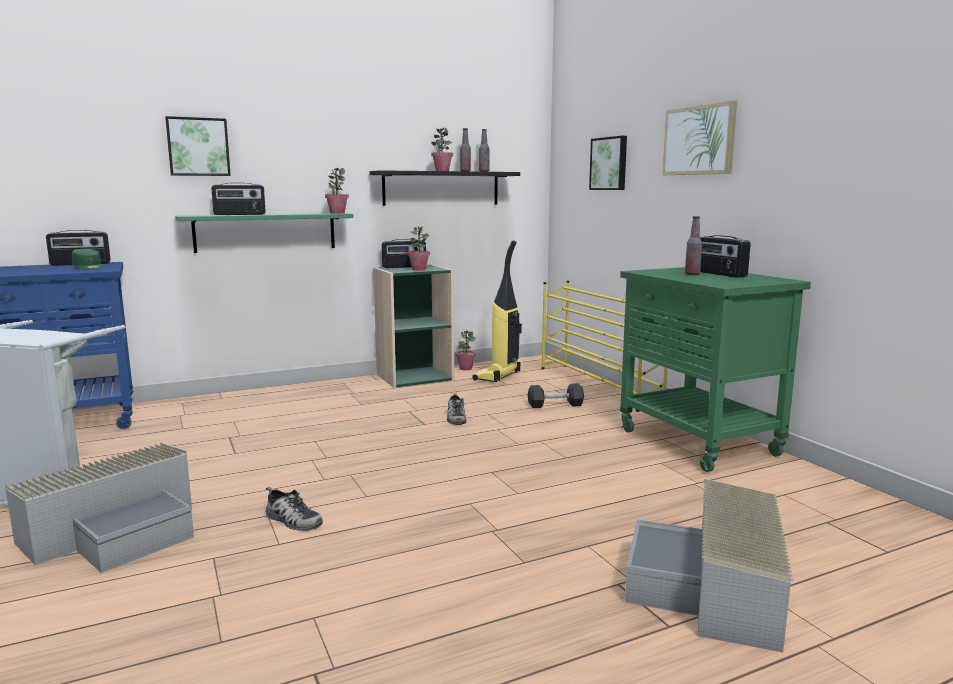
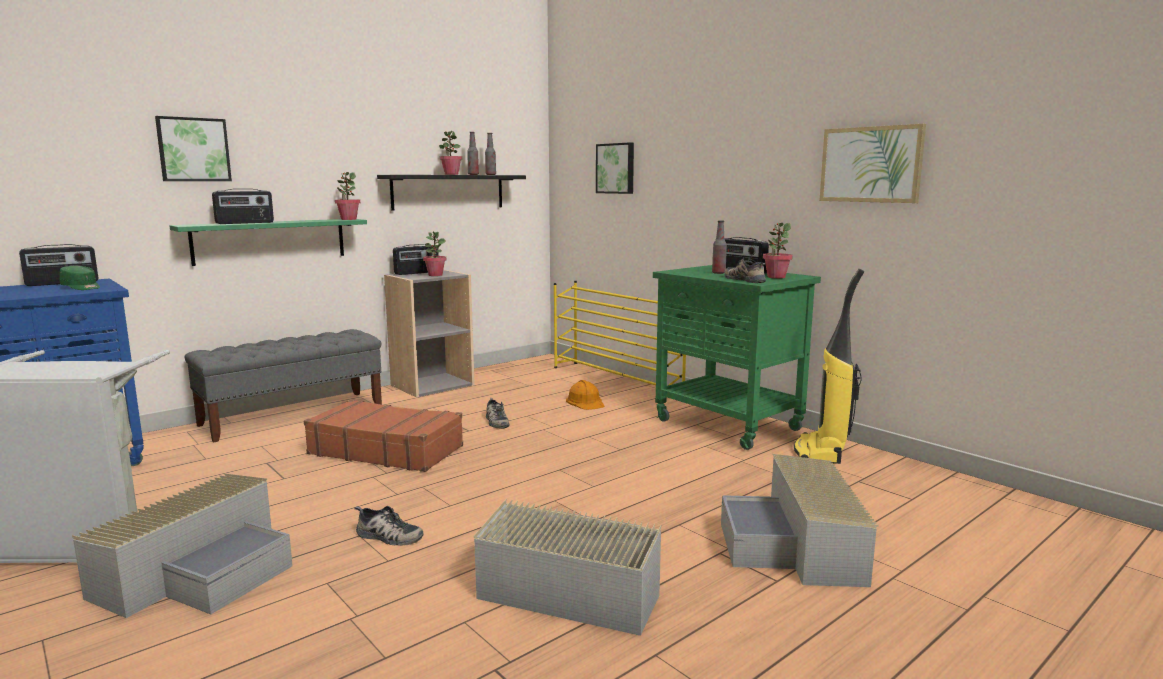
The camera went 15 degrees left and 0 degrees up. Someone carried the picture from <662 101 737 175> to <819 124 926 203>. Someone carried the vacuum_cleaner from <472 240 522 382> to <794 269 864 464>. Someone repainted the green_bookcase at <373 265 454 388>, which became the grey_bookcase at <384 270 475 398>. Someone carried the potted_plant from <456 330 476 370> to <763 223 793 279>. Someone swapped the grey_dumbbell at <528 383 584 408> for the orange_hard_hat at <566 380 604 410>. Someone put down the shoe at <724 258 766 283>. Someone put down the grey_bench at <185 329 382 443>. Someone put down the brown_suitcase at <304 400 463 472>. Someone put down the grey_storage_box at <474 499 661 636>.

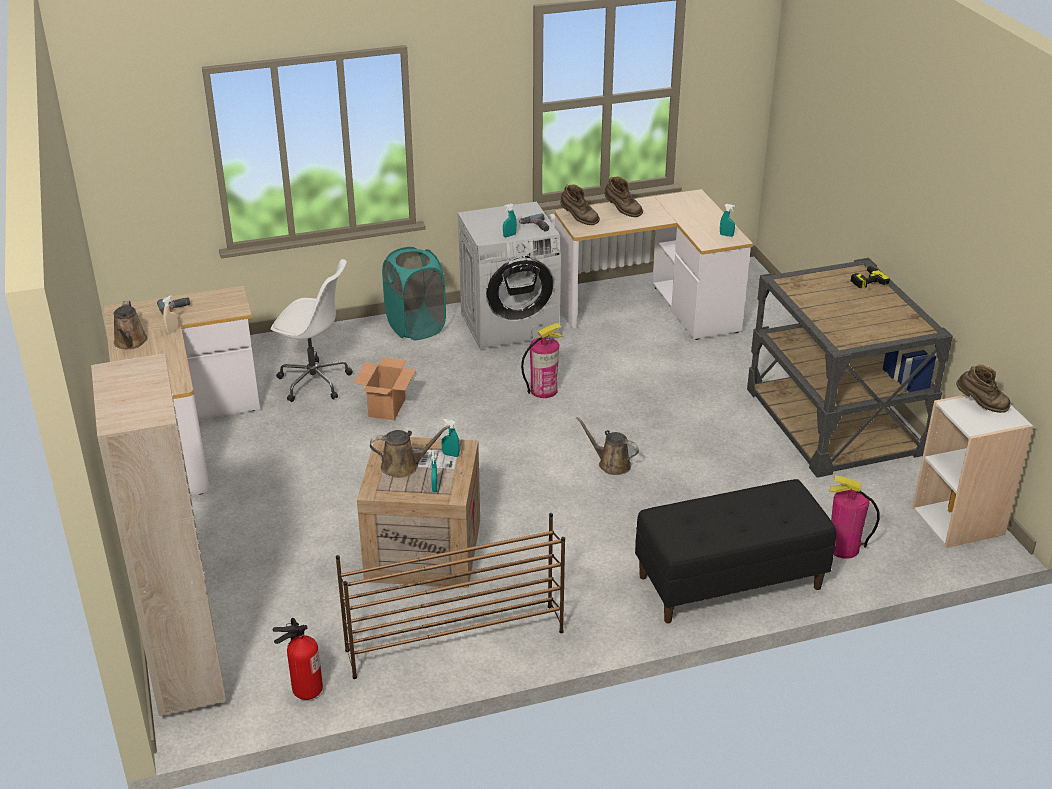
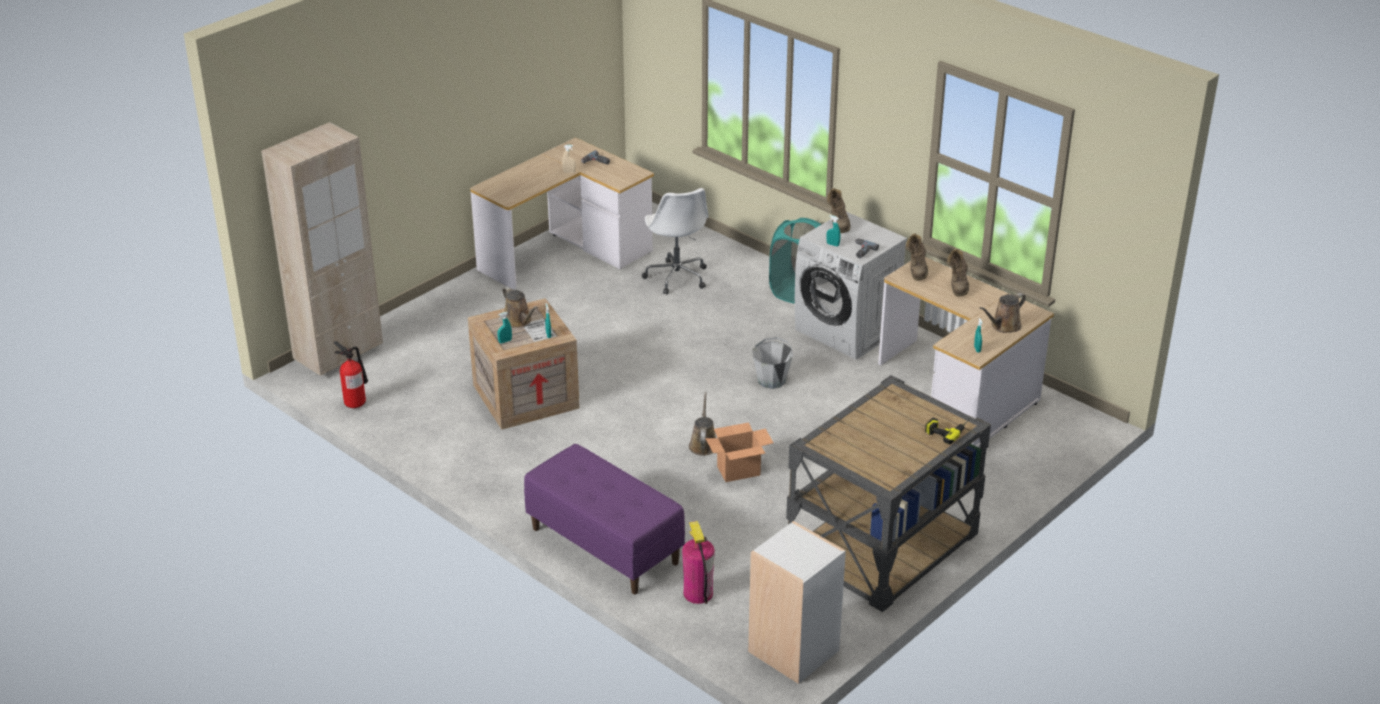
The camera went 60 degrees right and 0 degrees up. Someone carried the brown_watering_can from <114 301 148 349> to <980 293 1026 333>. Someone swapped the fire_extinguisher at <521 323 563 398> for the grey_bucket at <752 337 793 389>. Someone carried the cardboard_box from <353 357 416 420> to <705 422 774 482>. Someone carried the brown_boot from <956 365 1011 413> to <827 188 850 233>. Someone repainted the black_bench at <635 479 836 623>, which became the purple_bench at <524 444 685 594>. Someone took away the brown_shoe_rack at <336 513 565 679>.

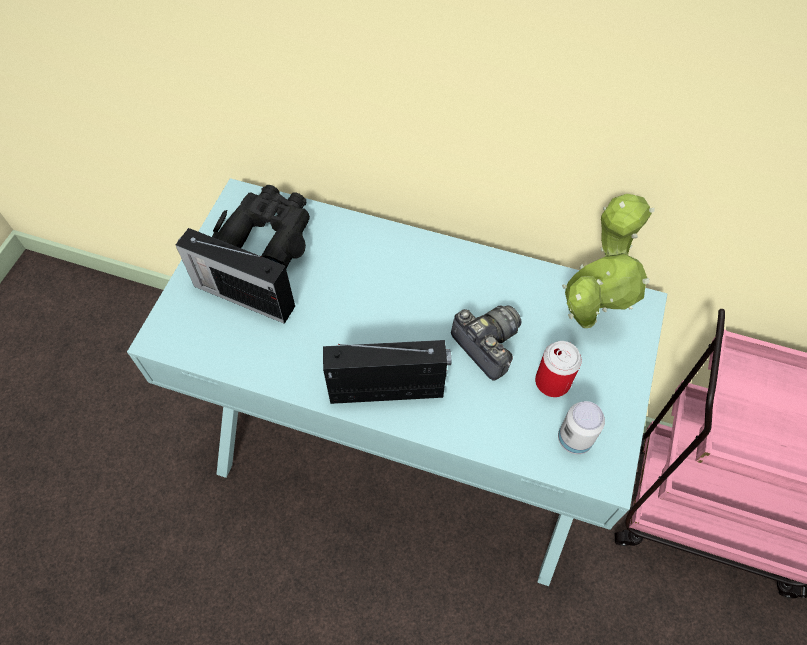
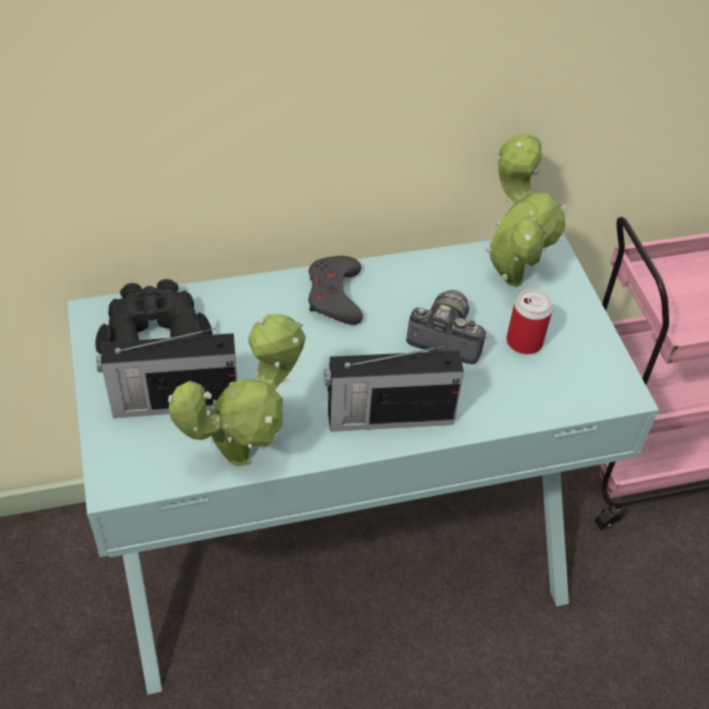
The camera went 35 degrees left and 10 degrees down. Someone rotated the radio at <323 340 451 404> by 150 degrees counterclockwise. Someone took away the can at <558 401 605 454>. Someone put down the grey_game_controller at <308 256 363 325>. Someone put down the potted_plant at <168 314 306 467>.

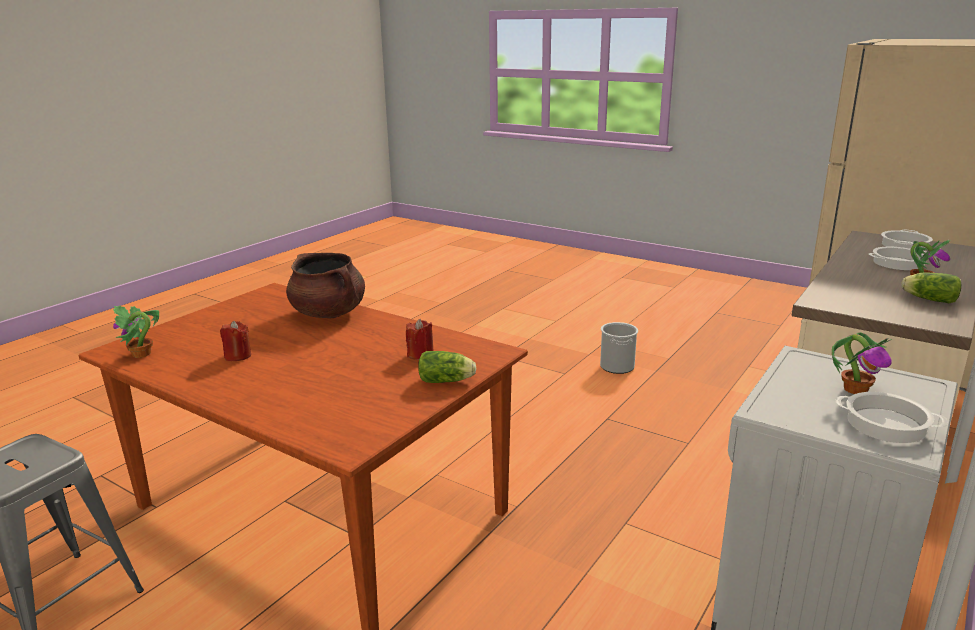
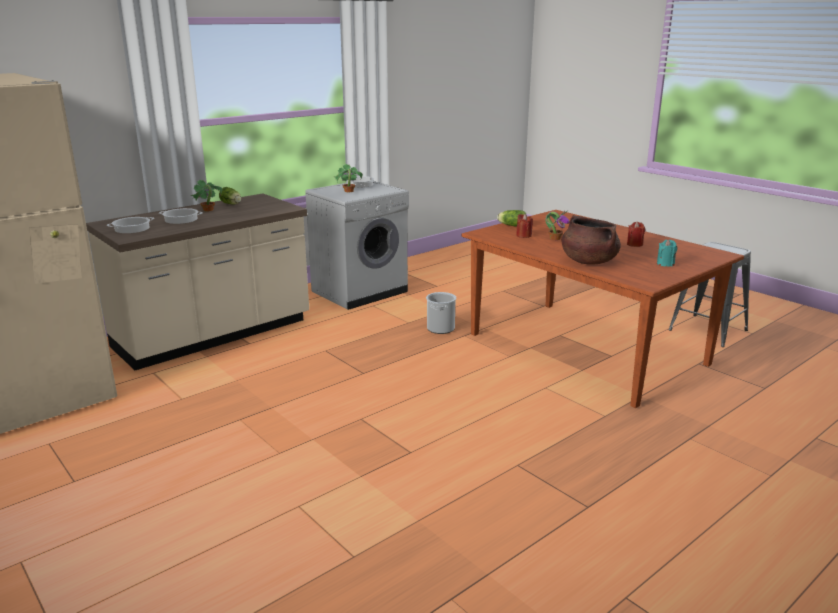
The camera went 165 degrees left and 0 degrees up. Someone carried the potted_plant from <112 305 159 358> to <545 210 570 240>. Someone carried the bucket from <600 322 638 374> to <426 292 456 334>. Someone put down the turquoise_candle at <657 239 677 267>.

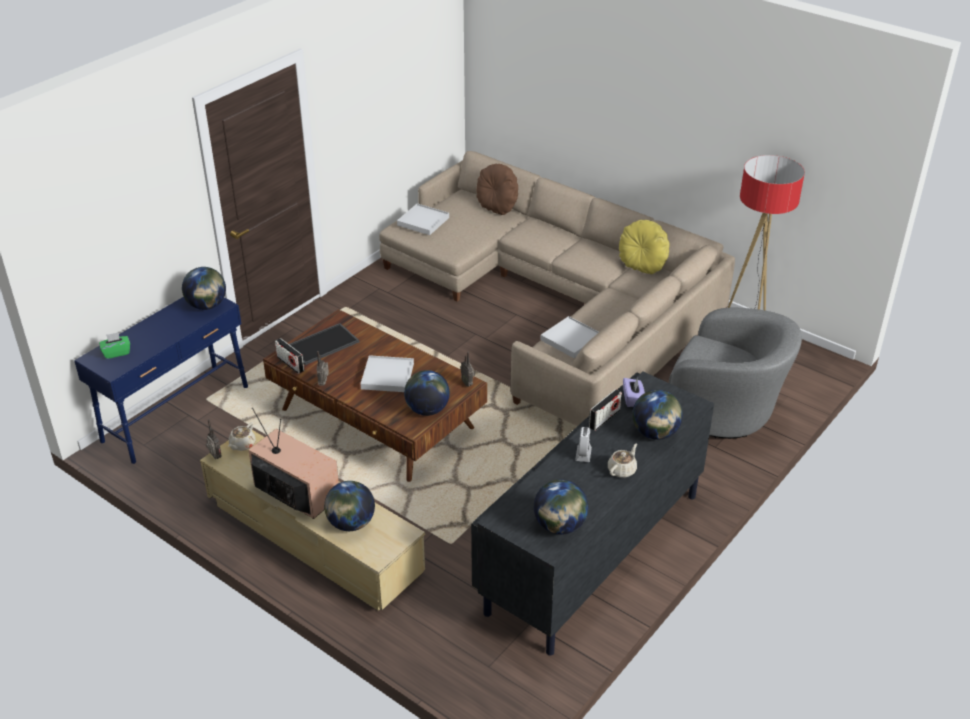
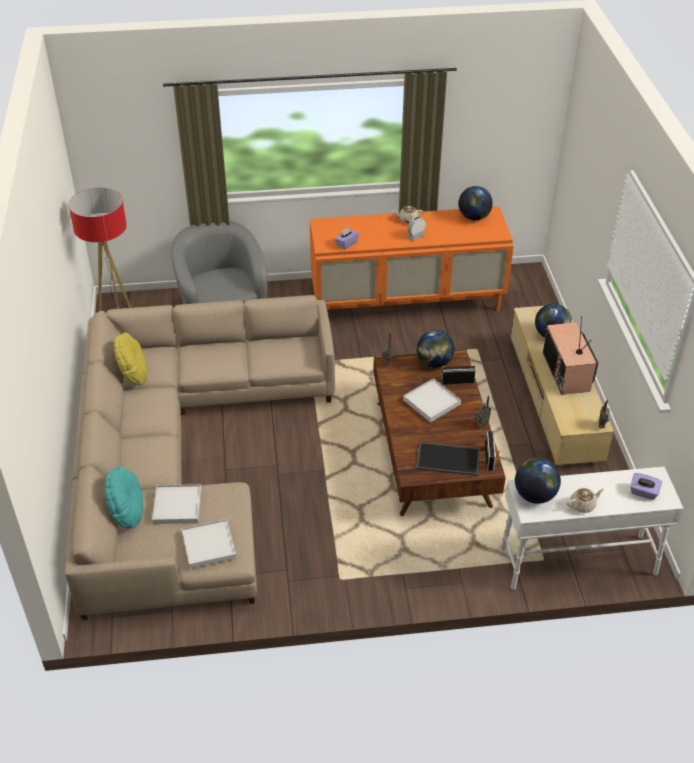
The camera went 135 degrees left and 5 degrees up. Someone repainted the brown_pillow at <476 164 518 215>, which became the turquoise_pillow at <105 466 143 528>. Someone repainted the blue_console_table at <74 297 248 464>, which became the white_console_table at <500 467 684 590>. Someone carried the white_tray from <540 316 599 358> to <152 484 202 524>. Someone repainted the green_tissue_box at <99 332 130 359>, which became the purple_tissue_box at <630 473 662 500>. Someone repainted the black_cabinet at <471 372 714 656>, which became the orange_cabinet at <310 207 514 311>. Someone carried the radio from <589 389 622 431> to <441 365 476 384>. Someone took away the globe at <632 390 683 440>. Someone carried the beige_teapot from <228 423 256 451> to <567 488 604 513>.

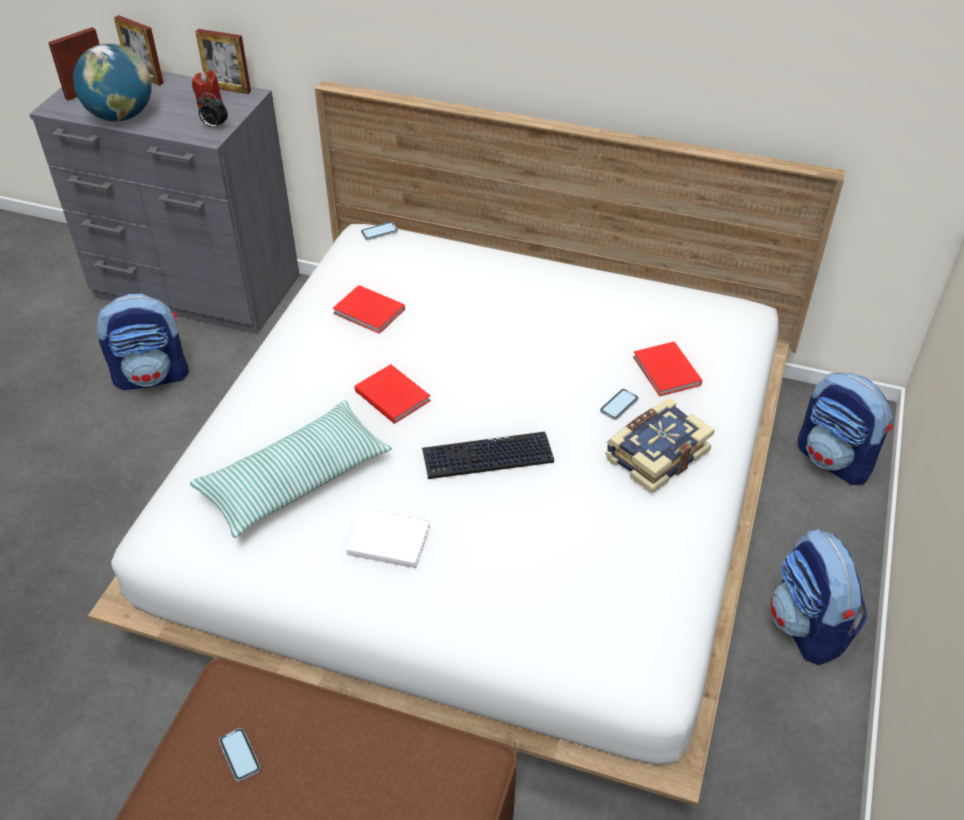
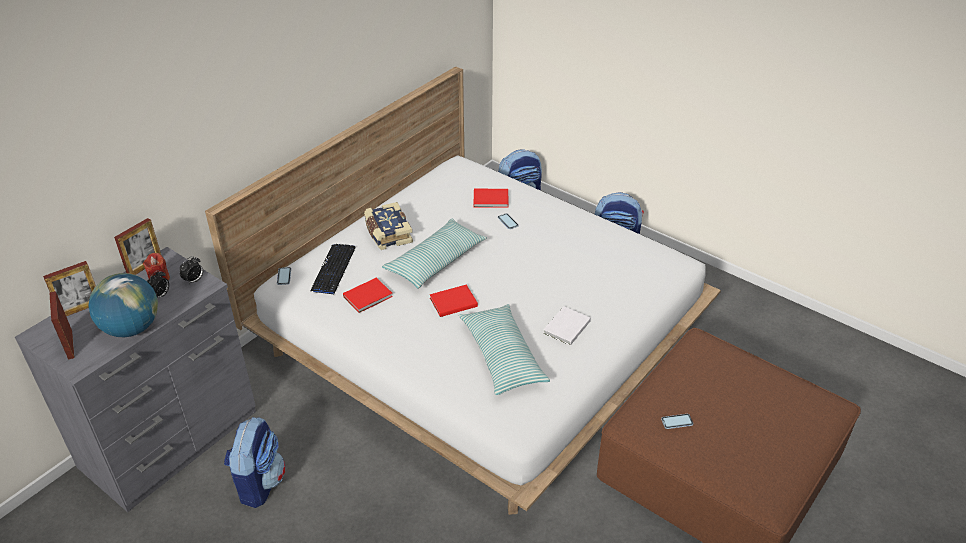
The camera went 70 degrees left and 5 degrees down. Someone carried the book from <605 398 715 494> to <364 202 413 250>. Someone carried the keyboard from <422 432 554 479> to <310 244 356 294>. Someone put down the pillow at <382 219 487 289>. Someone put down the alarm_clock at <147 270 169 299>.

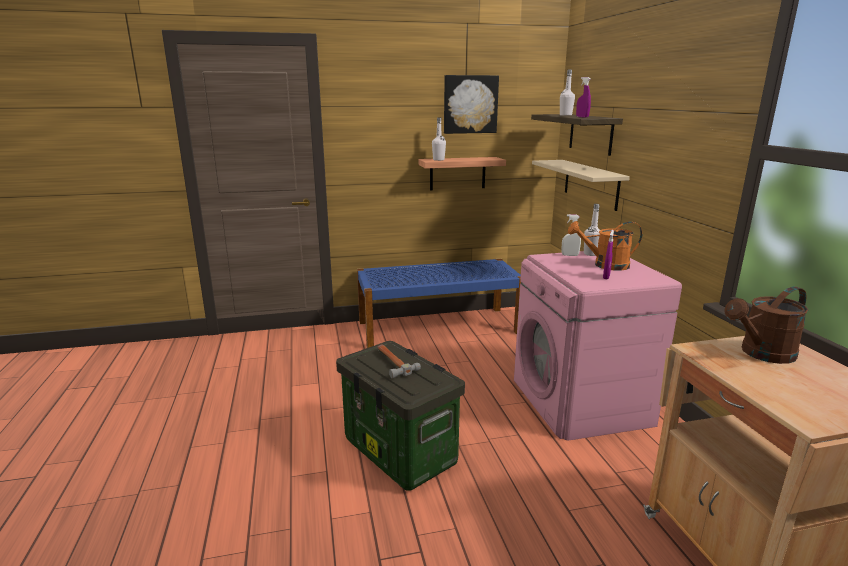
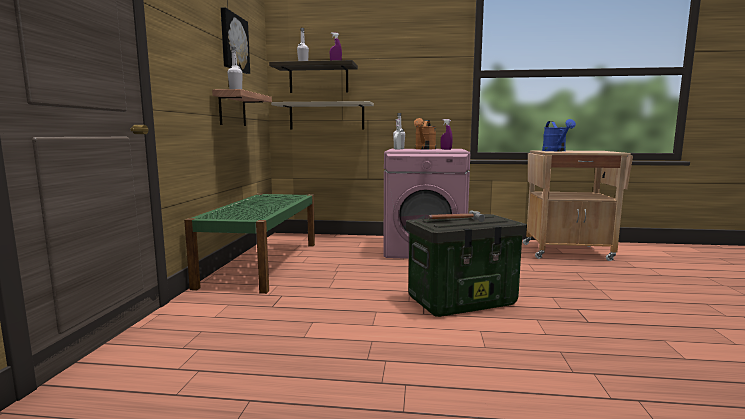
The camera went 70 degrees left and 10 degrees down. Someone repainted the blue_bench at <357 258 521 348>, which became the green_bench at <184 194 315 294>. Someone repainted the brown_watering_can at <725 286 808 364>, which became the blue_watering_can at <542 119 576 151>.

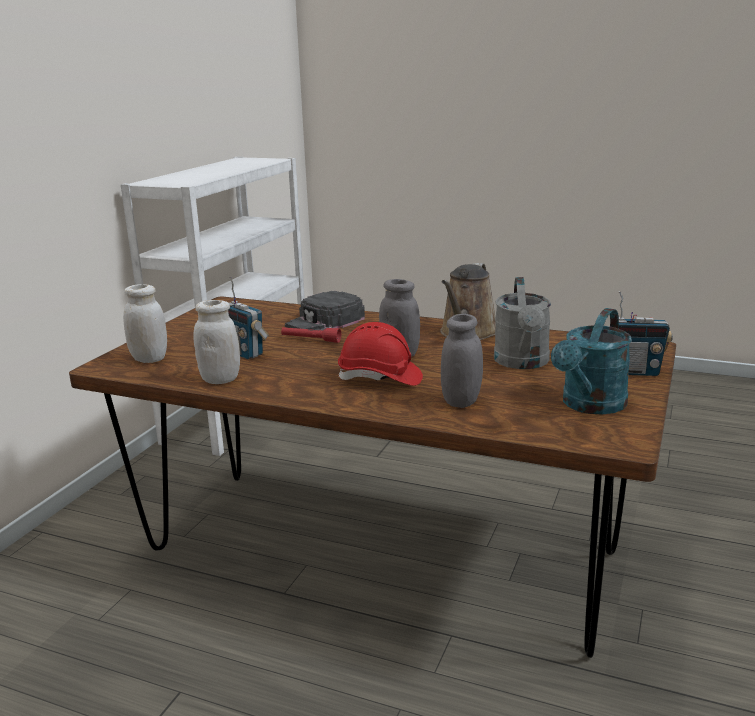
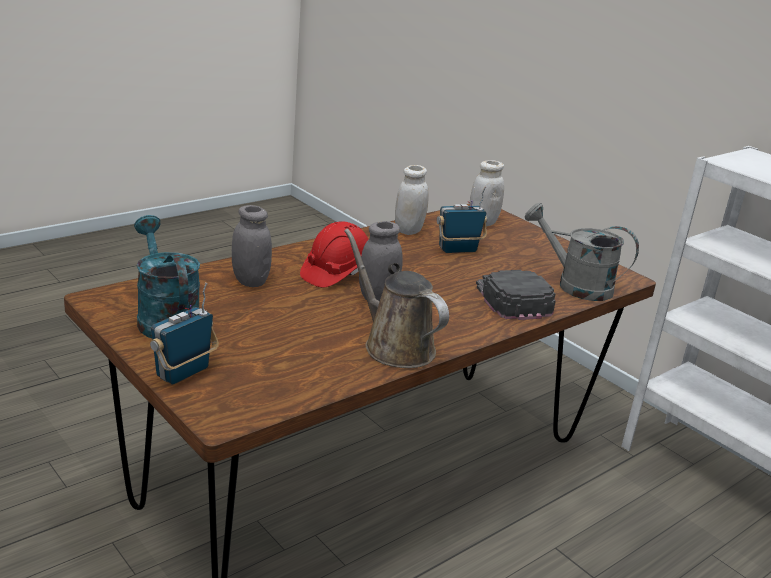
The camera went 115 degrees right and 5 degrees up. Someone carried the grey_watering_can from <494 277 551 369> to <525 203 639 301>. Someone took away the red_flashlight at <281 327 341 343>.

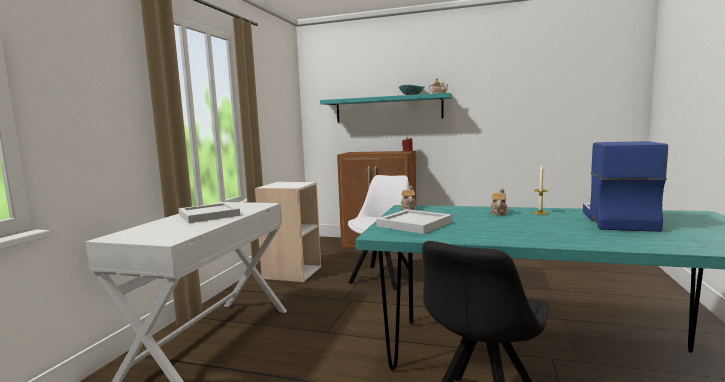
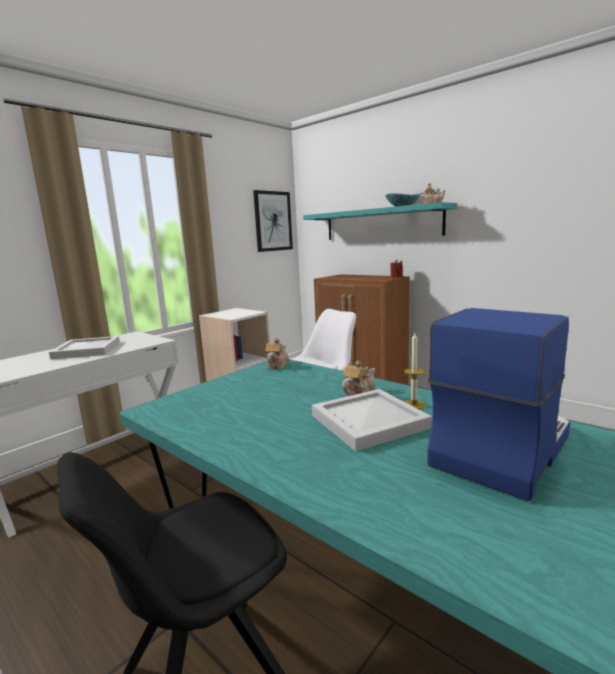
The camera went 25 degrees right and 5 degrees up. Someone carried the white_tray from <376 209 452 234> to <312 389 432 452>. Someone put up the picture at <253 190 293 252>.

